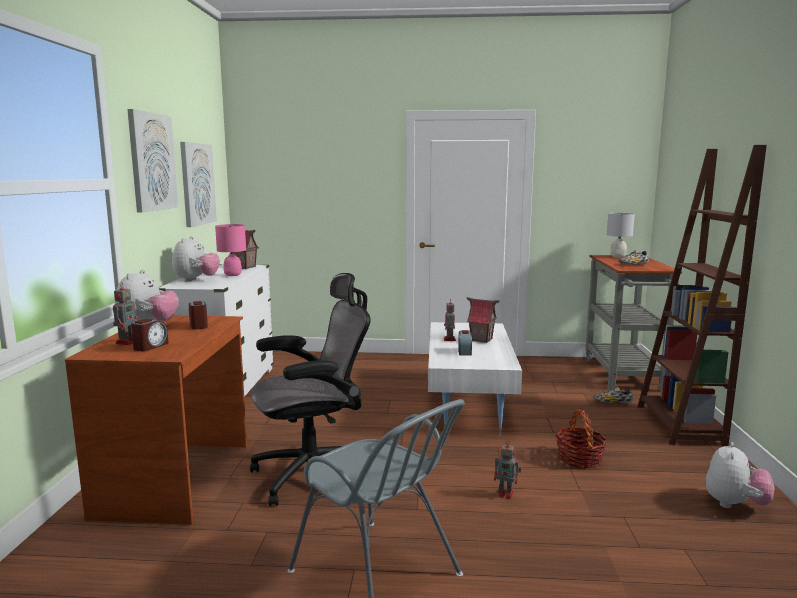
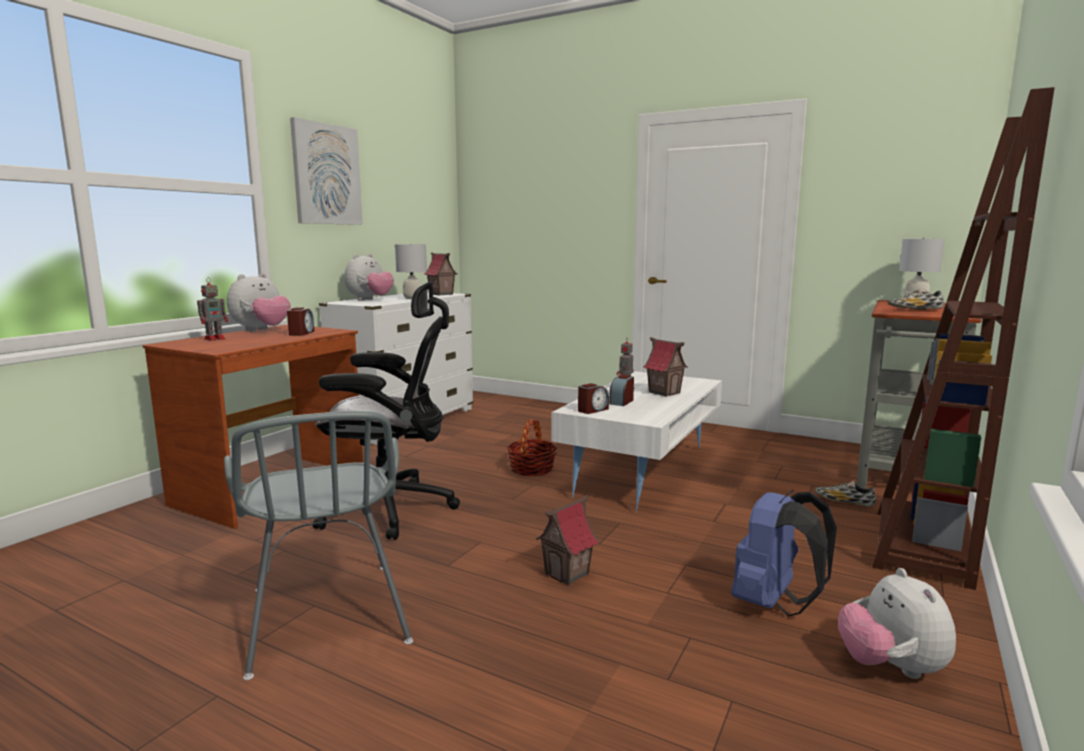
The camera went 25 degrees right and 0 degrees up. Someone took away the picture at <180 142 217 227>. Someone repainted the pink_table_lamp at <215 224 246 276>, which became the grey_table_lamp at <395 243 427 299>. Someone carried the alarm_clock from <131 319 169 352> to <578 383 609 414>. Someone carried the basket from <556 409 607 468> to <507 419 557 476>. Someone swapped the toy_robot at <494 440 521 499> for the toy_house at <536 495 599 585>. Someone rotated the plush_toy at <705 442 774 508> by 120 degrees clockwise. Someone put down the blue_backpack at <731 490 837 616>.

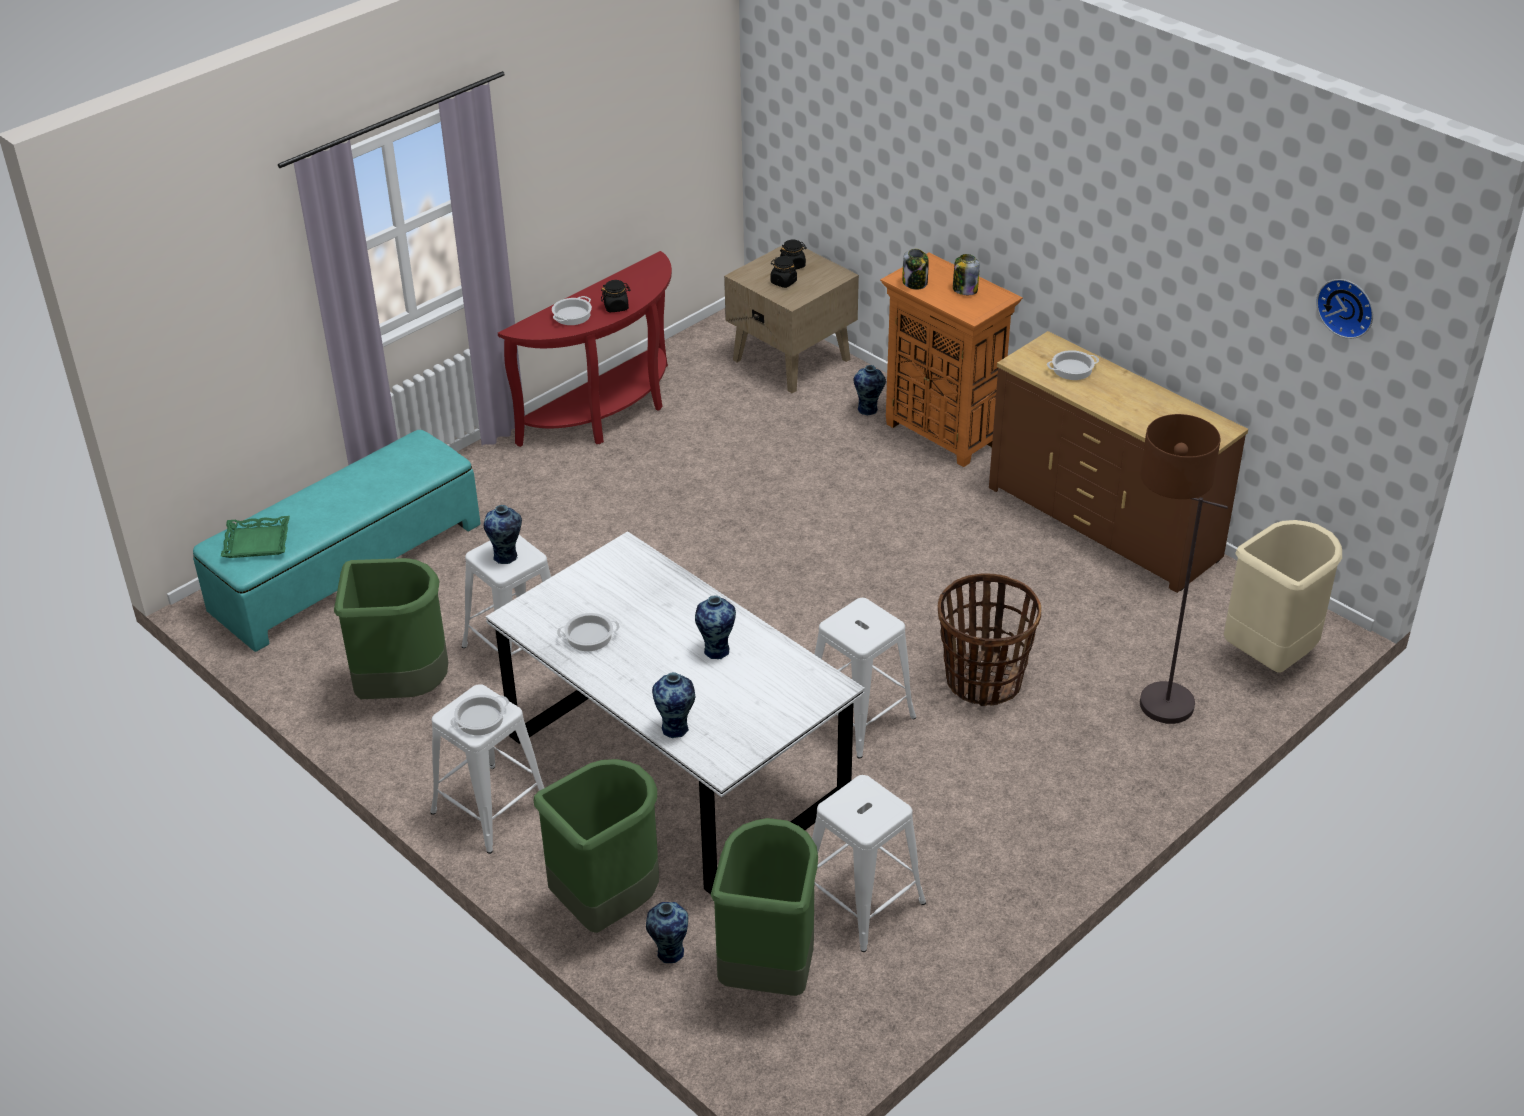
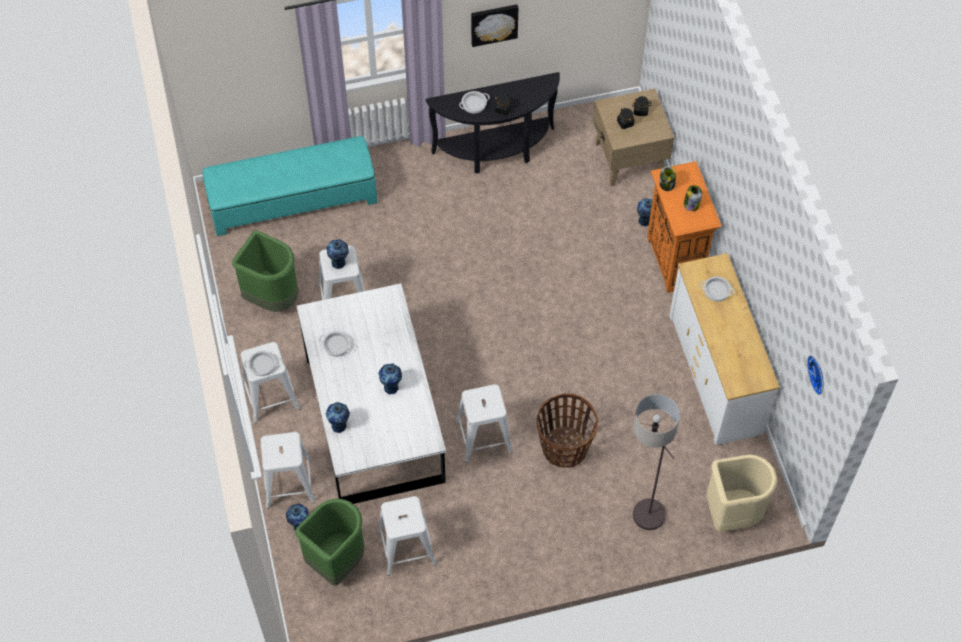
The camera went 30 degrees right and 20 degrees up. Someone repainted the red_console_table at <498 251 672 447>, which became the black_console_table at <426 72 560 173>. Someone repainted the brown_dresser at <989 331 1248 593>, which became the white_dresser at <669 253 780 445>. Someone repainted the brown_floor_lamp at <1140 414 1228 724>, which became the grey_floor_lamp at <633 394 680 530>. Someone took away the green_tray at <221 516 290 558>. Someone swapped the green_trash_can at <534 759 659 933> for the white_stool at <260 432 316 509>. Someone put up the picture at <471 4 518 47>.

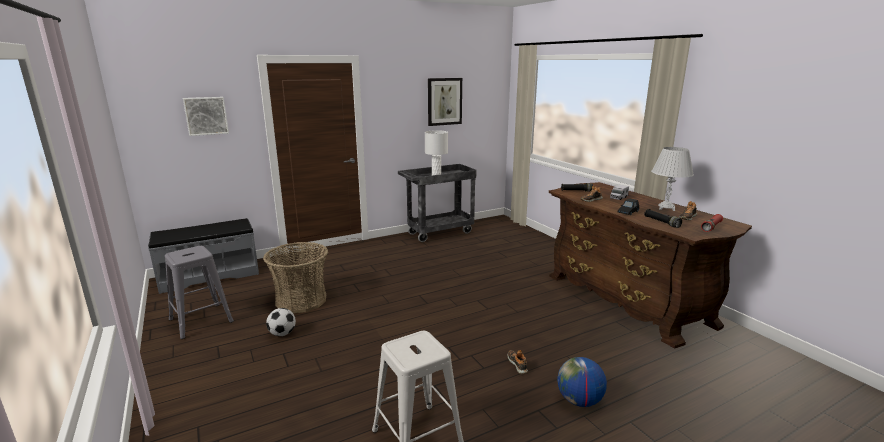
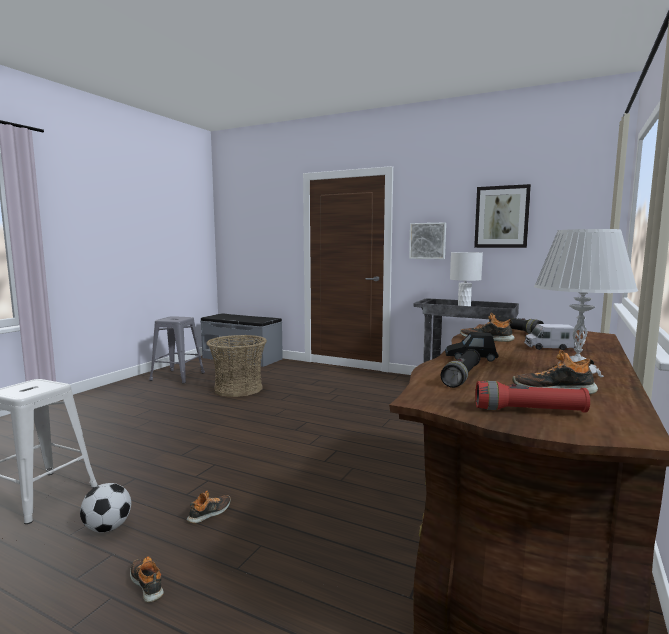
The camera went 55 degrees right and 10 degrees down. Someone carried the picture from <183 97 229 136> to <409 222 446 259>. Someone carried the football from <266 308 296 336> to <80 483 131 533>. Someone swapped the globe at <557 357 607 407> for the shoe at <130 556 164 603>.

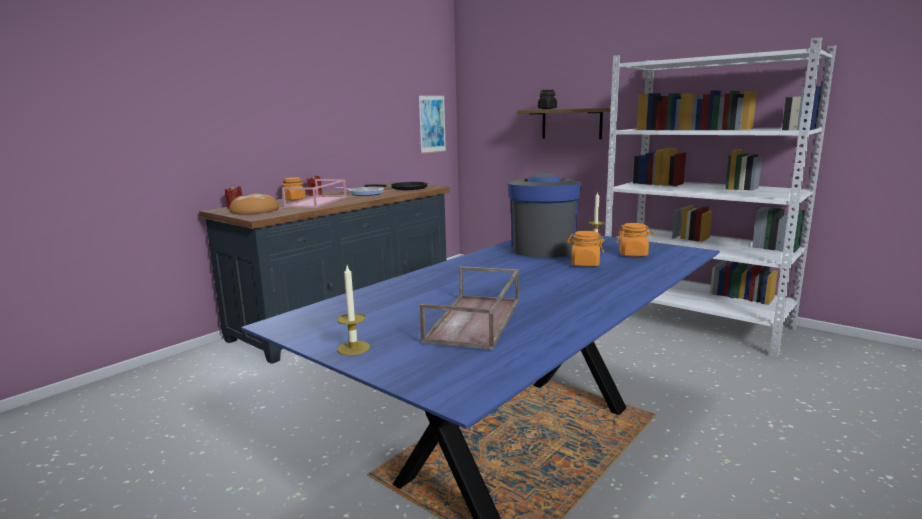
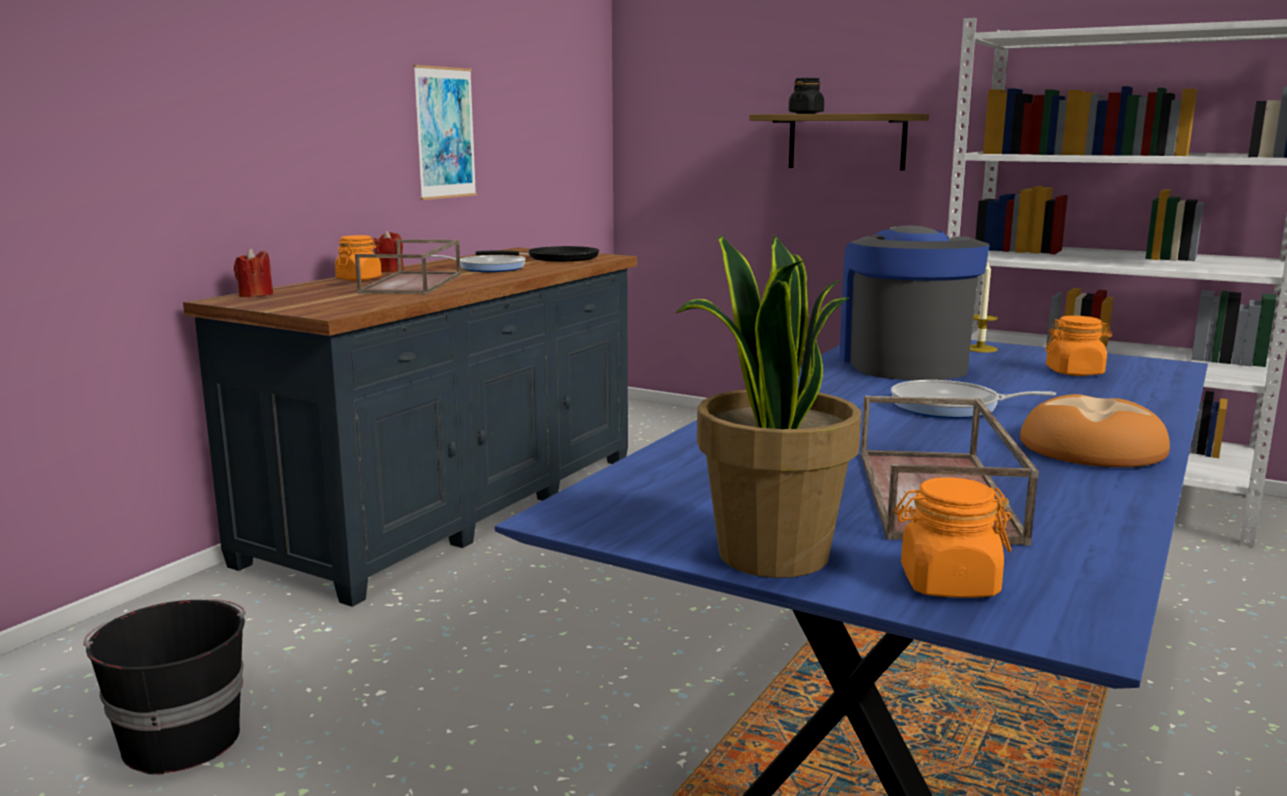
The camera went 10 degrees left and 0 degrees up. Someone carried the picture from <418 95 446 154> to <413 65 477 200>. Someone repainted the pink_tray at <282 179 347 208>, which became the brown_tray at <355 239 461 294>. Someone carried the bread from <229 194 279 215> to <1020 394 1170 467>. Someone carried the orange_jar from <567 231 604 267> to <894 477 1011 598>. Someone swapped the candle at <337 266 370 355> for the potted_plant at <676 235 861 578>. Someone put down the frying_pan at <891 380 1056 419>. Someone put down the black_bucket at <83 599 246 774>.

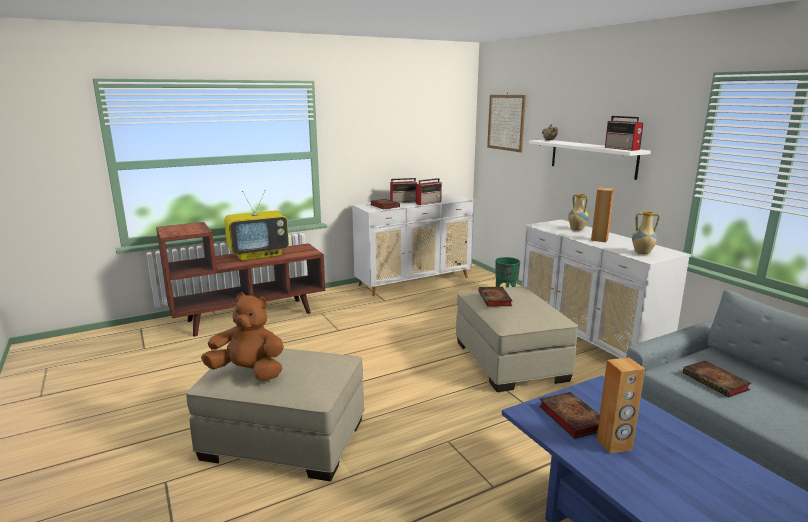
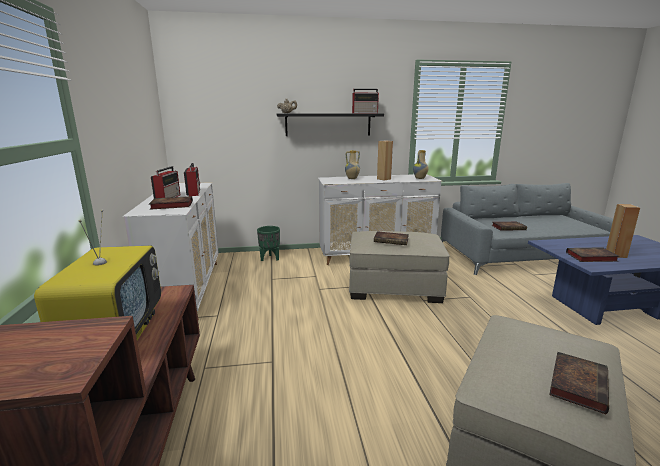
The camera went 70 degrees left and 0 degrees up. Someone took away the picture at <487 93 526 152>. Someone repainted the white_shelf at <529 140 651 180>, which became the black_shelf at <277 113 384 136>. Someone swapped the brown_plush_toy at <201 292 284 381> for the book at <549 352 609 414>.

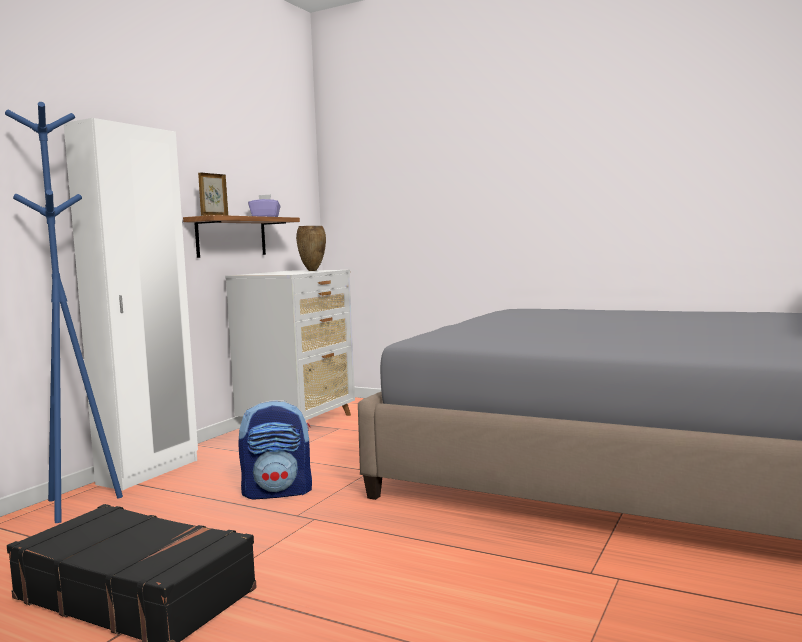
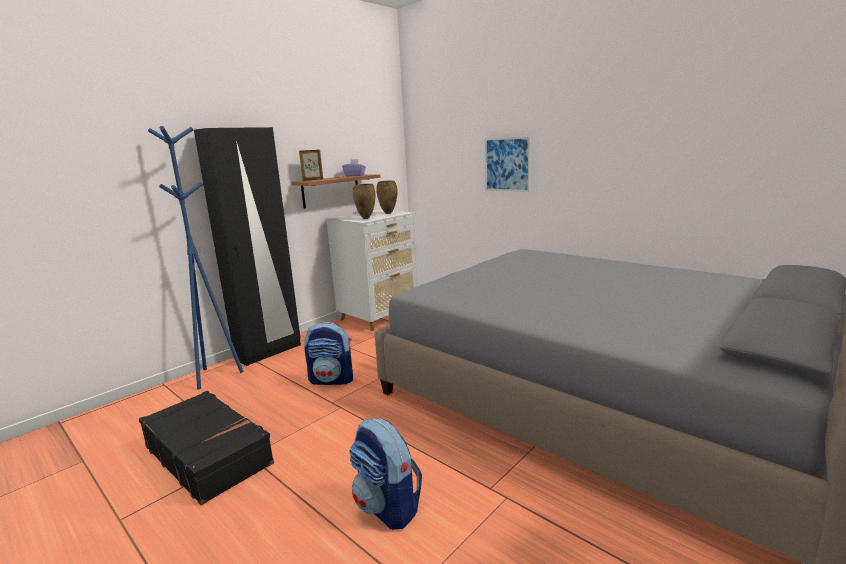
The camera went 15 degrees right and 10 degrees up. Someone repainted the white_wardrobe at <64 118 198 491>, which became the black_wardrobe at <194 127 301 366>. Someone put up the picture at <485 136 531 192>. Someone put down the brown_vase at <353 184 375 219>. Someone put down the backpack at <349 419 422 530>.

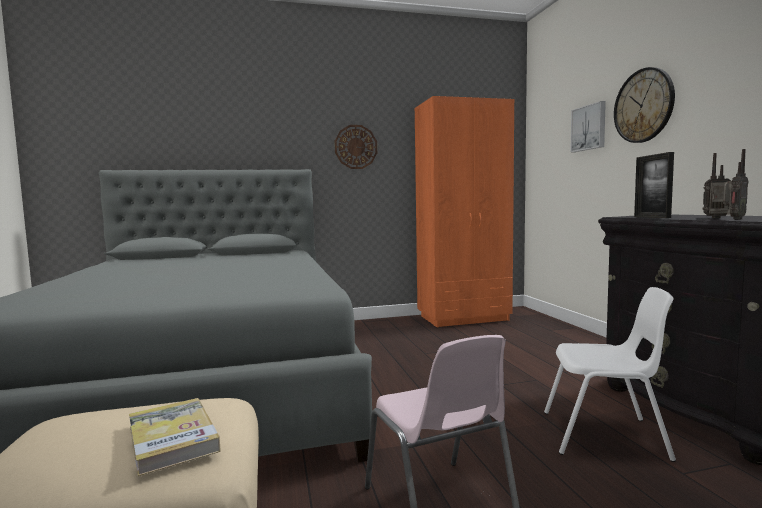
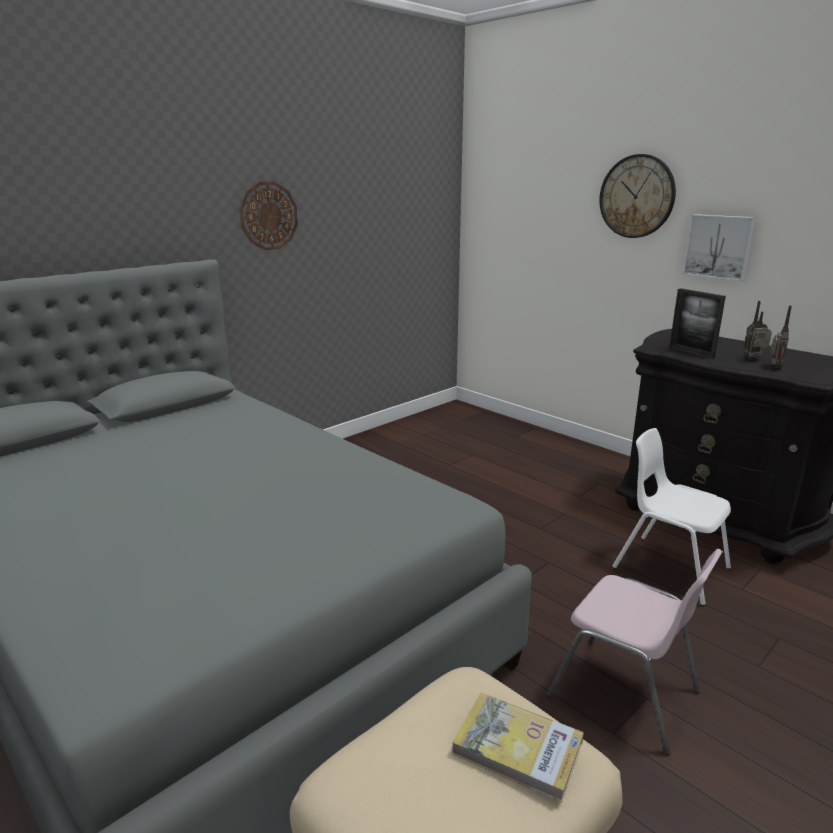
The camera went 30 degrees left and 15 degrees up. Someone took away the orange_wardrobe at <415 96 514 327>. Someone carried the picture from <570 101 606 152> to <682 214 756 281>. Someone rotated the white_chair at <544 287 676 462> by 120 degrees counterclockwise.

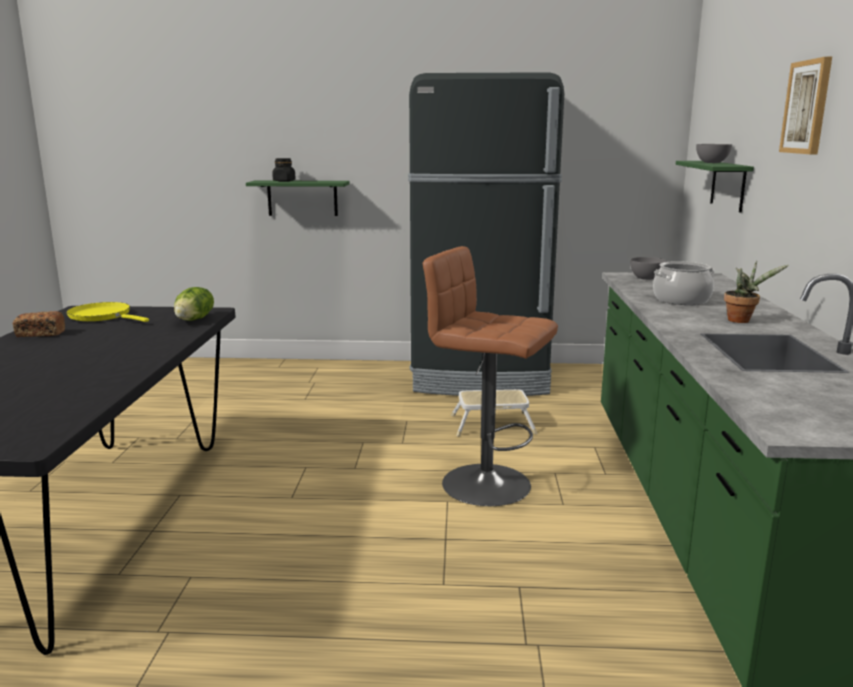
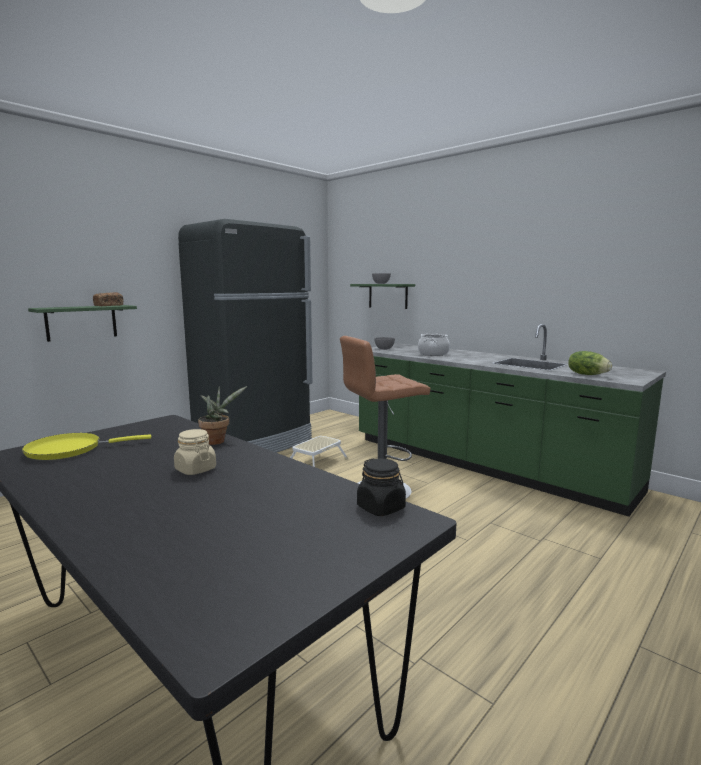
The camera went 50 degrees left and 5 degrees down. Someone took away the picture at <779 57 832 154>. Someone carried the black_jar from <272 158 296 182> to <357 459 406 516>. Someone carried the potted_plant from <724 260 789 323> to <198 386 247 445>. Someone carried the lettuce from <174 287 214 321> to <568 351 612 375>. Someone carried the bread from <13 311 65 337> to <93 292 124 306>. Someone put down the beige_jar at <174 429 216 475>.

